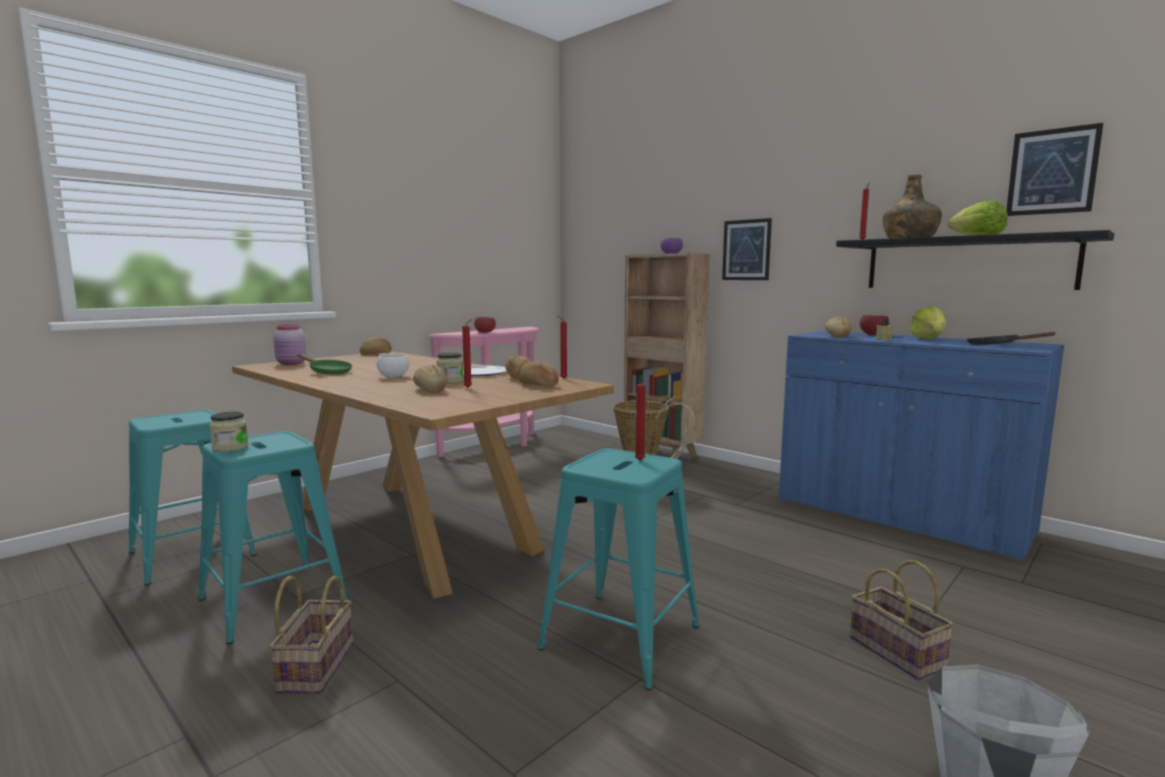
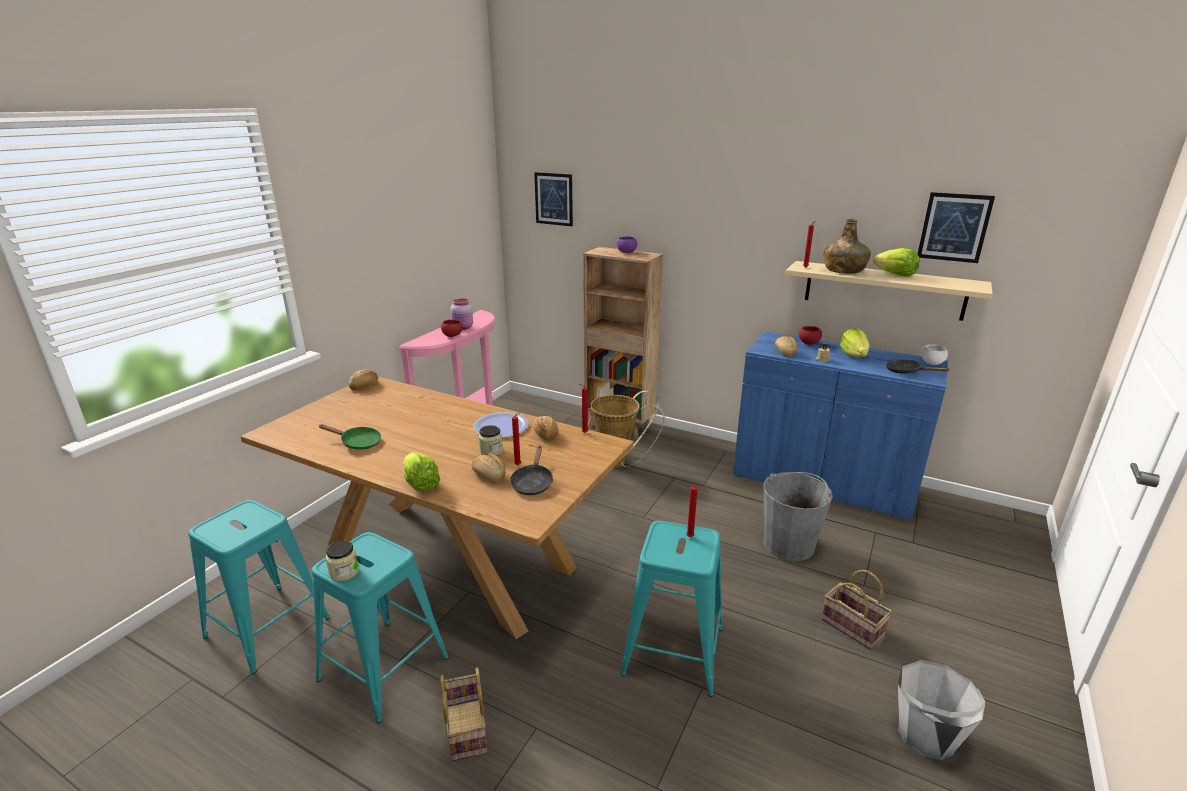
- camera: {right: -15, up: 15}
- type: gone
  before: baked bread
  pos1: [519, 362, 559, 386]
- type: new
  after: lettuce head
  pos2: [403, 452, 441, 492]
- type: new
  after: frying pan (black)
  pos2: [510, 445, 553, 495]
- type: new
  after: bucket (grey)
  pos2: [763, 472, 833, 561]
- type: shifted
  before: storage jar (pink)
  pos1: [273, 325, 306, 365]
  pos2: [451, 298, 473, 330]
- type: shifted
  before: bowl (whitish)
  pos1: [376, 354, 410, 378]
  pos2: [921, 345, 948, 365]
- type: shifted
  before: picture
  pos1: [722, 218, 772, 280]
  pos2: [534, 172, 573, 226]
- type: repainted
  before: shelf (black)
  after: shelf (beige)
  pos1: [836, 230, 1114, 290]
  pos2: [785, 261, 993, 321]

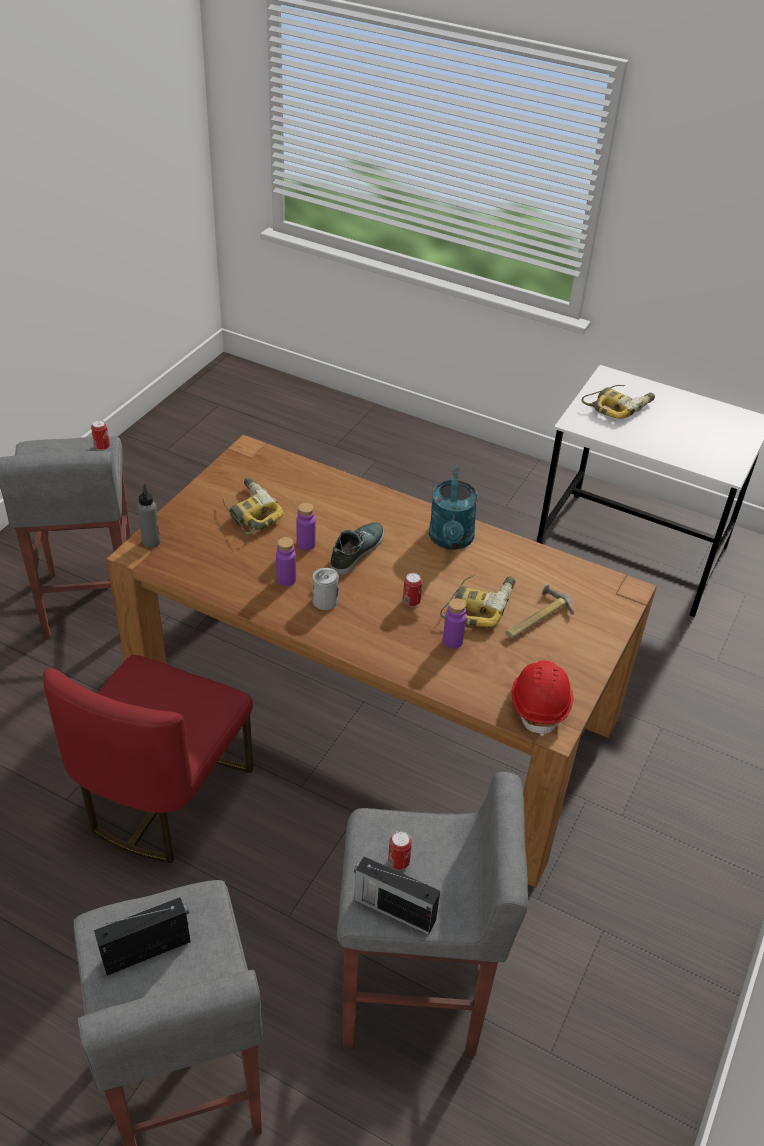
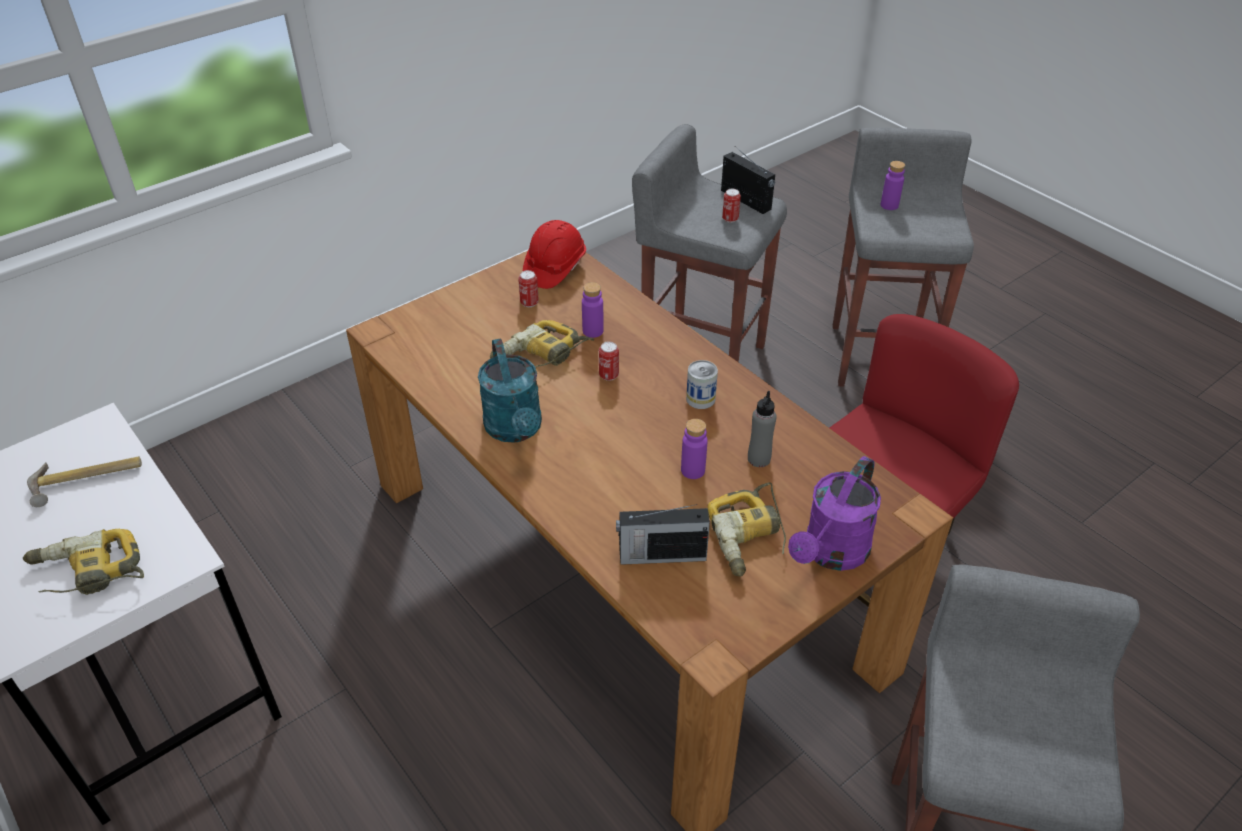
- camera: {right: -155, up: 0}
- type: gone
  before: low shoe
  pos1: [330, 522, 384, 575]
- type: new
  after: watering pot (purple)
  pos2: [788, 456, 881, 571]
- type: shifted
  before: can
  pos1: [91, 420, 110, 451]
  pos2: [518, 270, 539, 307]
- type: shifted
  before: radio
  pos1: [94, 897, 191, 976]
  pos2: [616, 504, 710, 565]
- type: shifted
  before: drink bottle (grey)
  pos1: [137, 484, 161, 548]
  pos2: [748, 391, 777, 467]
- type: shifted
  before: drink bottle (purple)
  pos1: [276, 537, 296, 586]
  pos2: [881, 161, 905, 210]
- type: shifted
  before: hammer
  pos1: [506, 583, 574, 638]
  pos2: [27, 456, 142, 507]
- type: rotated
  before: watering pot (blue-green)
  pos1: [429, 467, 478, 550]
  pos2: [478, 338, 542, 443]
  turn: 135

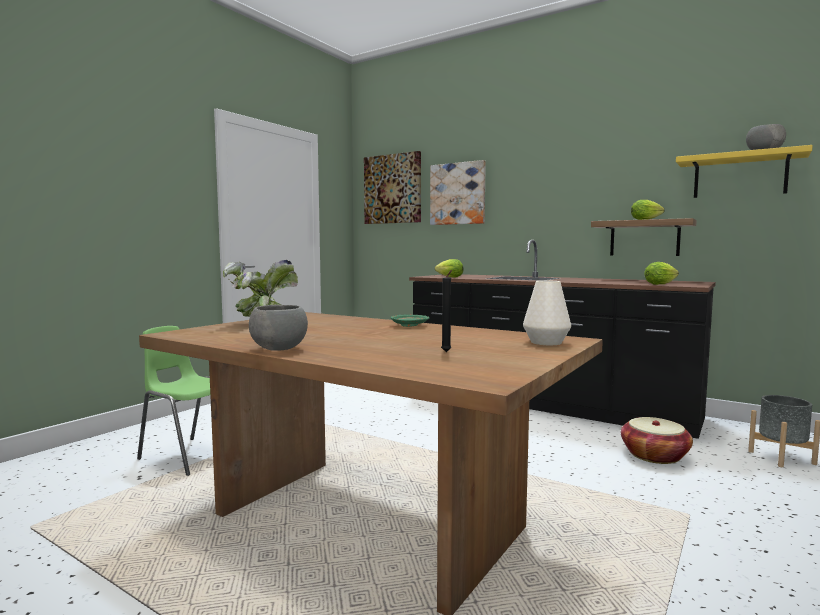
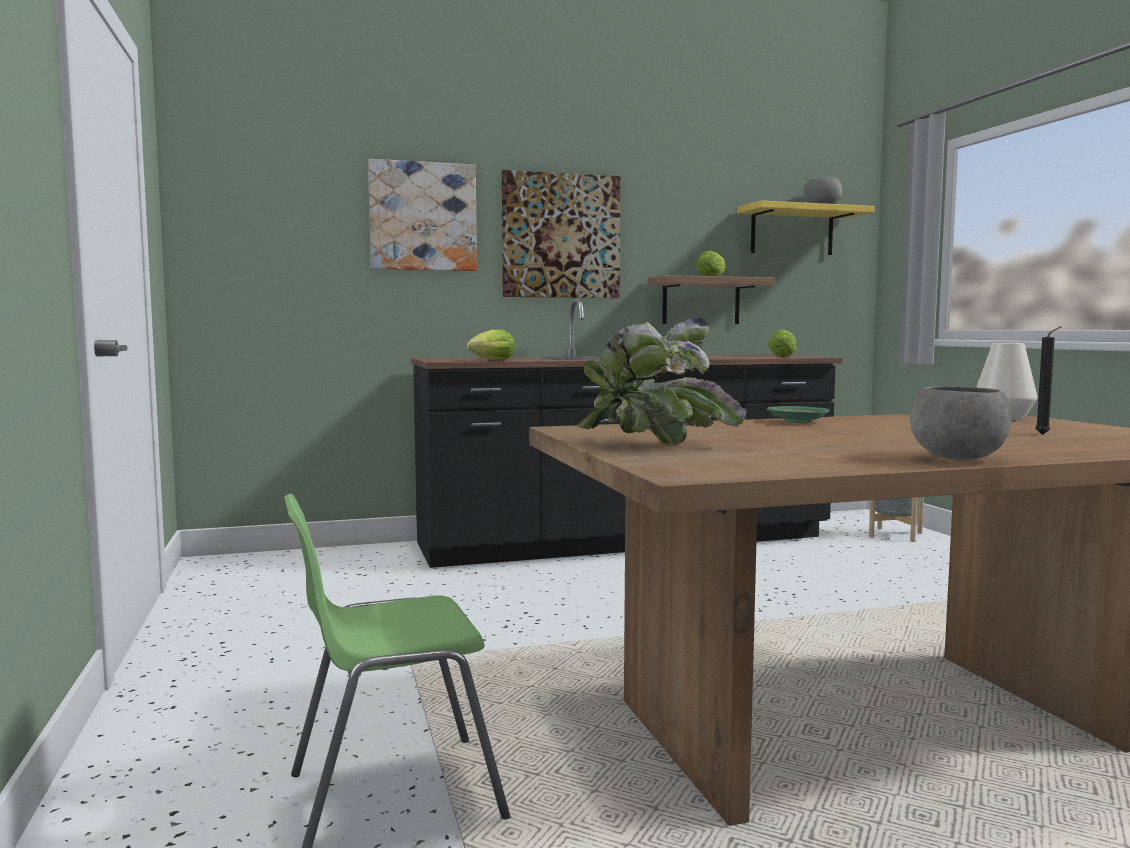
- camera: {right: -50, up: 0}
- type: gone
  before: basket
  pos1: [621, 417, 693, 464]
- type: shifted
  before: picture
  pos1: [364, 151, 421, 224]
  pos2: [502, 170, 620, 298]

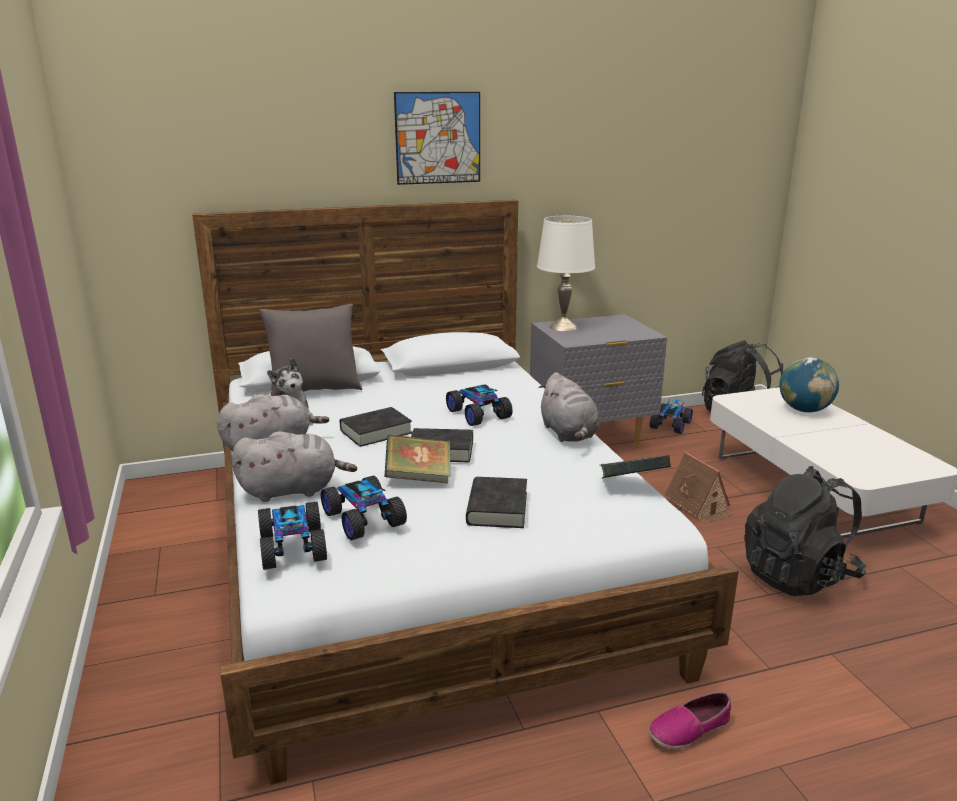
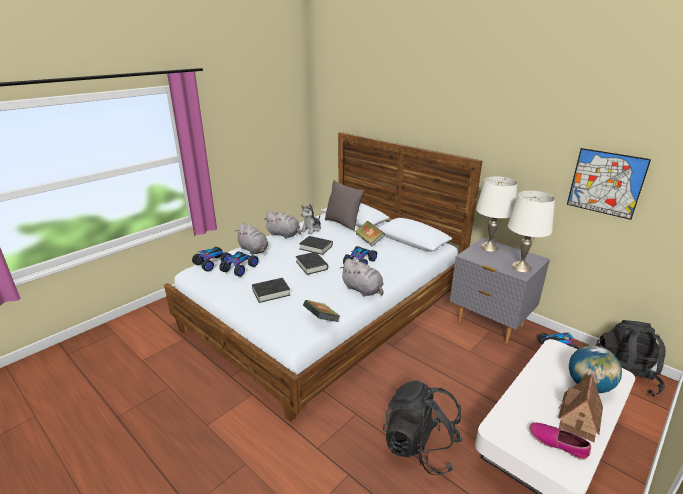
- camera: {right: 60, up: 5}
- type: new
  after: tabletop lamp (whitish)
  pos2: [508, 191, 555, 272]
- type: shifted
  before: volume
  pos1: [385, 435, 451, 483]
  pos2: [355, 221, 385, 246]
- type: shifted
  before: picture
  pos1: [394, 92, 480, 185]
  pos2: [567, 148, 651, 220]
- type: shifted
  before: low shoe
  pos1: [649, 692, 731, 749]
  pos2: [529, 422, 591, 460]
- type: shifted
  before: model house
  pos1: [665, 452, 734, 524]
  pos2: [558, 373, 603, 442]
- type: rotated
  before: soft toy (grey)
  pos1: [538, 372, 599, 442]
  pos2: [340, 258, 383, 297]
  turn: -90

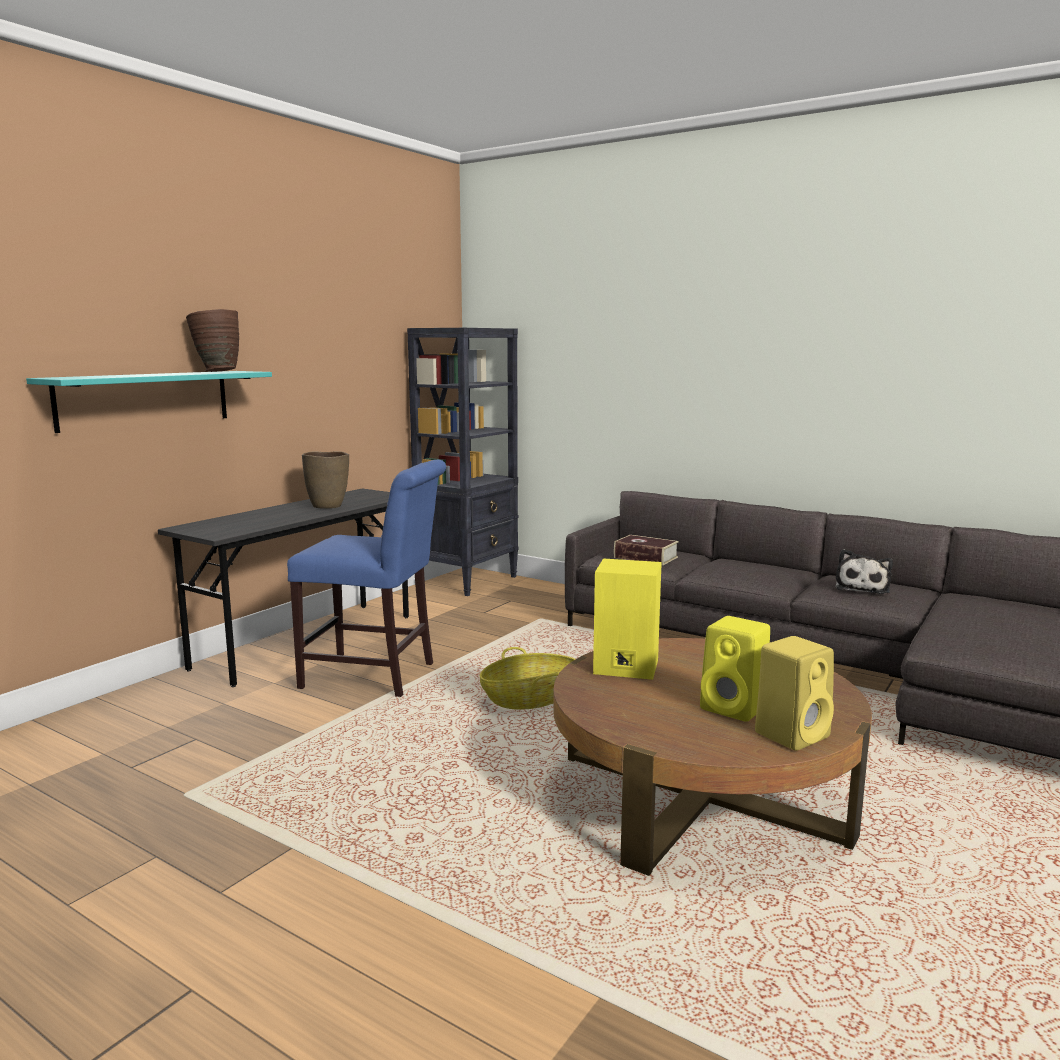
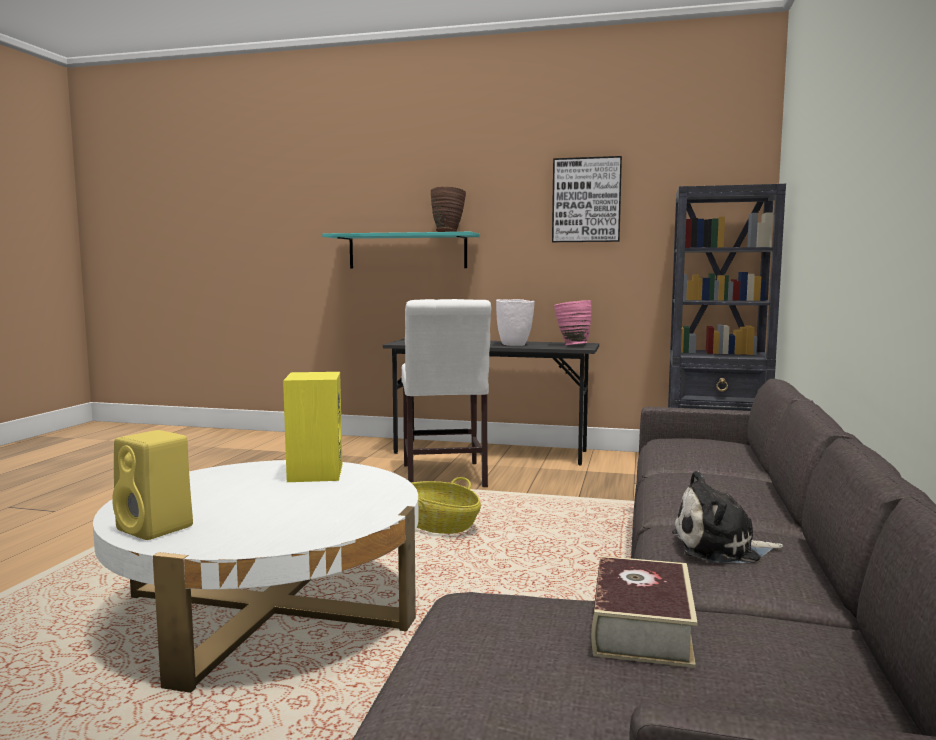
- camera: {right: 70, up: -5}
- type: gone
  before: loudspeaker (yellowish)
  pos1: [700, 616, 770, 722]
- type: new
  after: picture
  pos2: [552, 156, 622, 242]
- type: new
  after: flower vase (pink)
  pos2: [554, 300, 591, 345]
- type: shifted
  before: volume
  pos1: [614, 535, 679, 565]
  pos2: [591, 556, 698, 668]
- type: repainted
  before: upright chair (blue)
  after: upright chair (whitish)
  pos1: [287, 460, 446, 697]
  pos2: [401, 299, 491, 487]
- type: repainted
  before: flower vase (brown)
  after: flower vase (whitish)
  pos1: [302, 451, 349, 509]
  pos2: [496, 299, 535, 346]
- type: repainted
  before: low table (brown)
  after: low table (whitish)
  pos1: [553, 638, 872, 876]
  pos2: [93, 460, 419, 693]

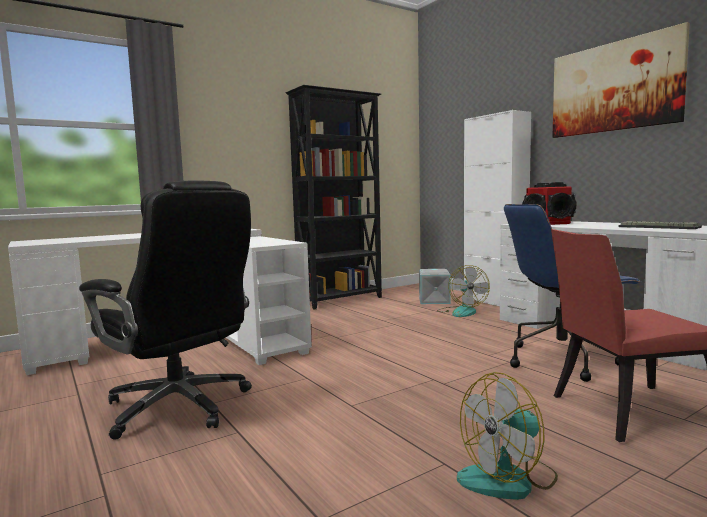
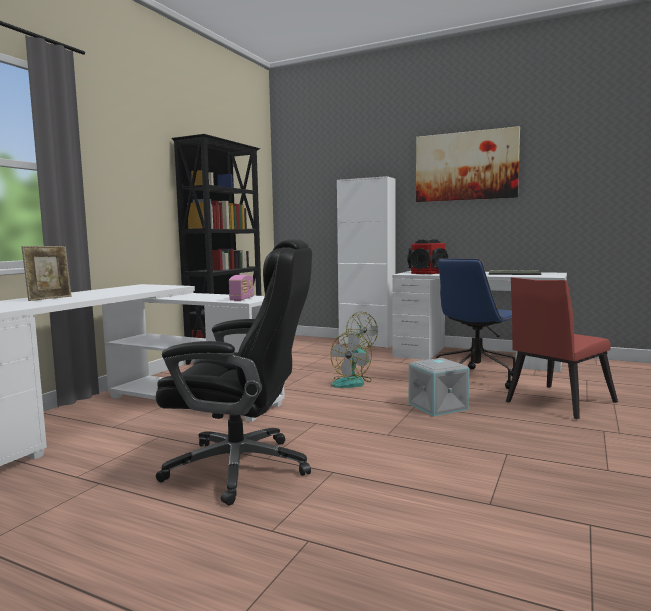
- camera: {right: -30, up: 0}
- type: new
  after: standing frame
  pos2: [22, 246, 72, 301]
- type: new
  after: radio
  pos2: [229, 275, 254, 301]
- type: shifted
  before: storage box (grey)
  pos1: [419, 269, 450, 304]
  pos2: [409, 358, 469, 416]
- type: shifted
  before: electric fan
  pos1: [457, 372, 558, 500]
  pos2: [330, 331, 372, 388]

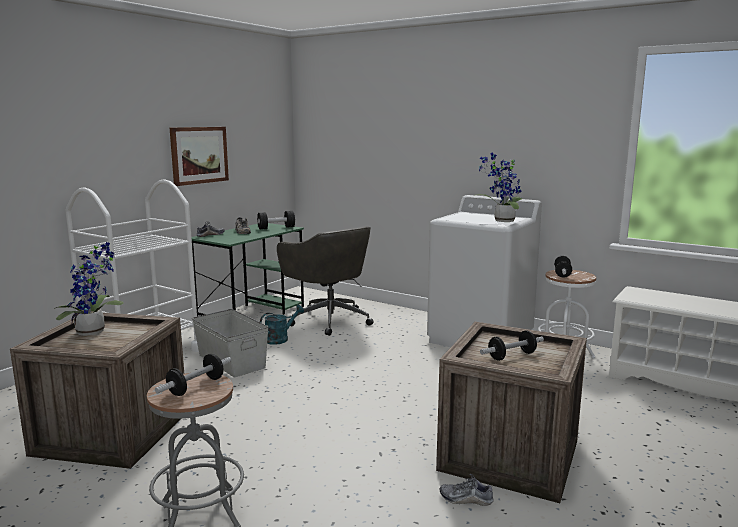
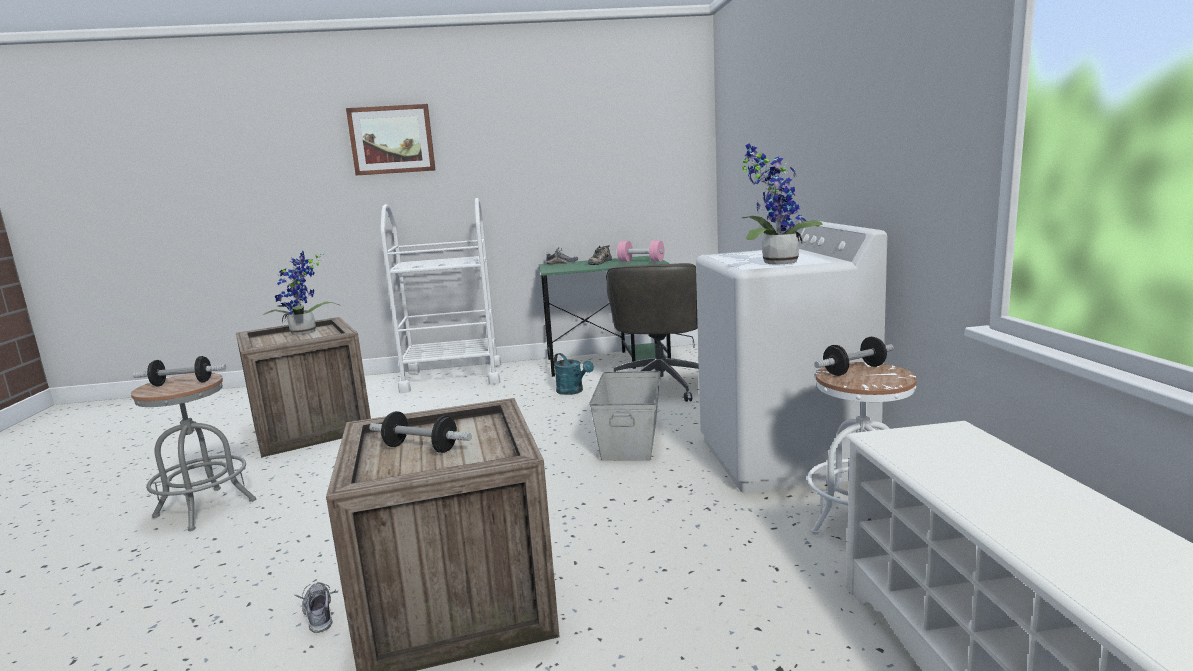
- camera: {right: 50, up: 0}
- type: shifted
  before: picture
  pos1: [170, 127, 229, 186]
  pos2: [346, 104, 436, 176]
- type: shifted
  before: storage box (grey)
  pos1: [192, 309, 269, 377]
  pos2: [589, 371, 661, 460]
- type: repainted
  before: hand weight (black)
  after: hand weight (pink)
  pos1: [257, 211, 295, 229]
  pos2: [617, 241, 664, 262]
- type: rotated
  before: watering pot (blue-green)
  pos1: [260, 305, 304, 345]
  pos2: [554, 353, 594, 395]
  turn: 45

